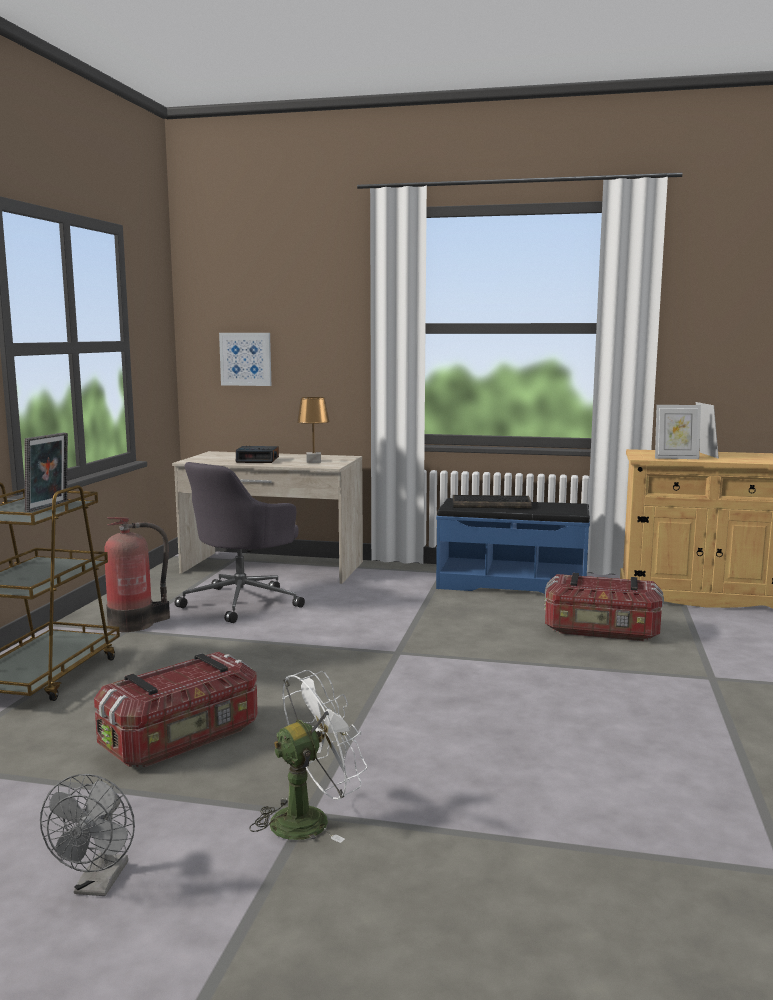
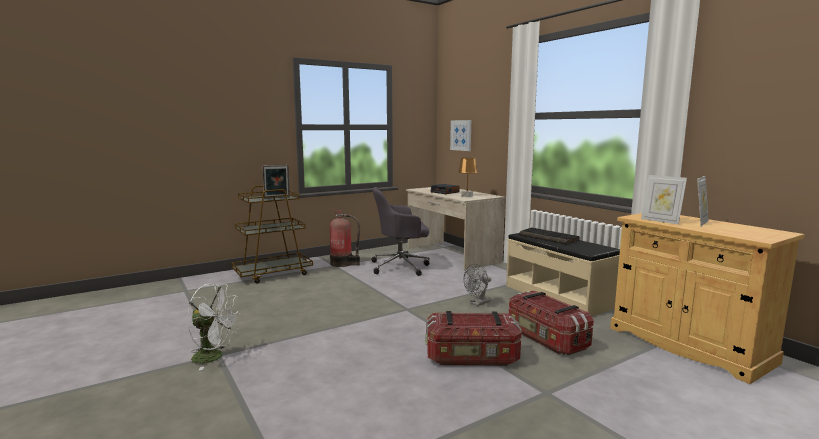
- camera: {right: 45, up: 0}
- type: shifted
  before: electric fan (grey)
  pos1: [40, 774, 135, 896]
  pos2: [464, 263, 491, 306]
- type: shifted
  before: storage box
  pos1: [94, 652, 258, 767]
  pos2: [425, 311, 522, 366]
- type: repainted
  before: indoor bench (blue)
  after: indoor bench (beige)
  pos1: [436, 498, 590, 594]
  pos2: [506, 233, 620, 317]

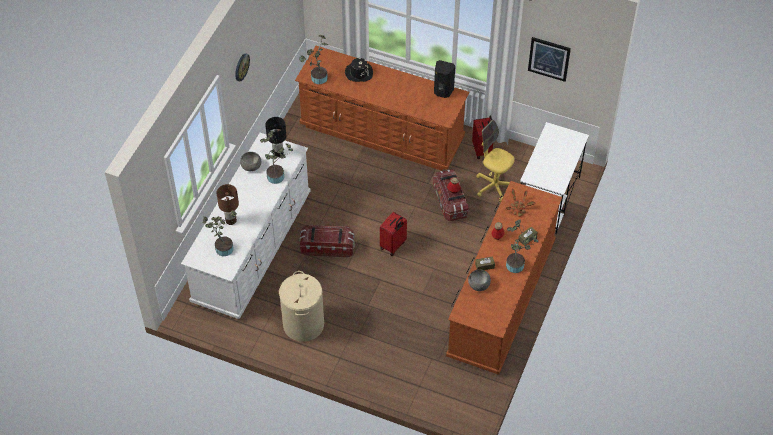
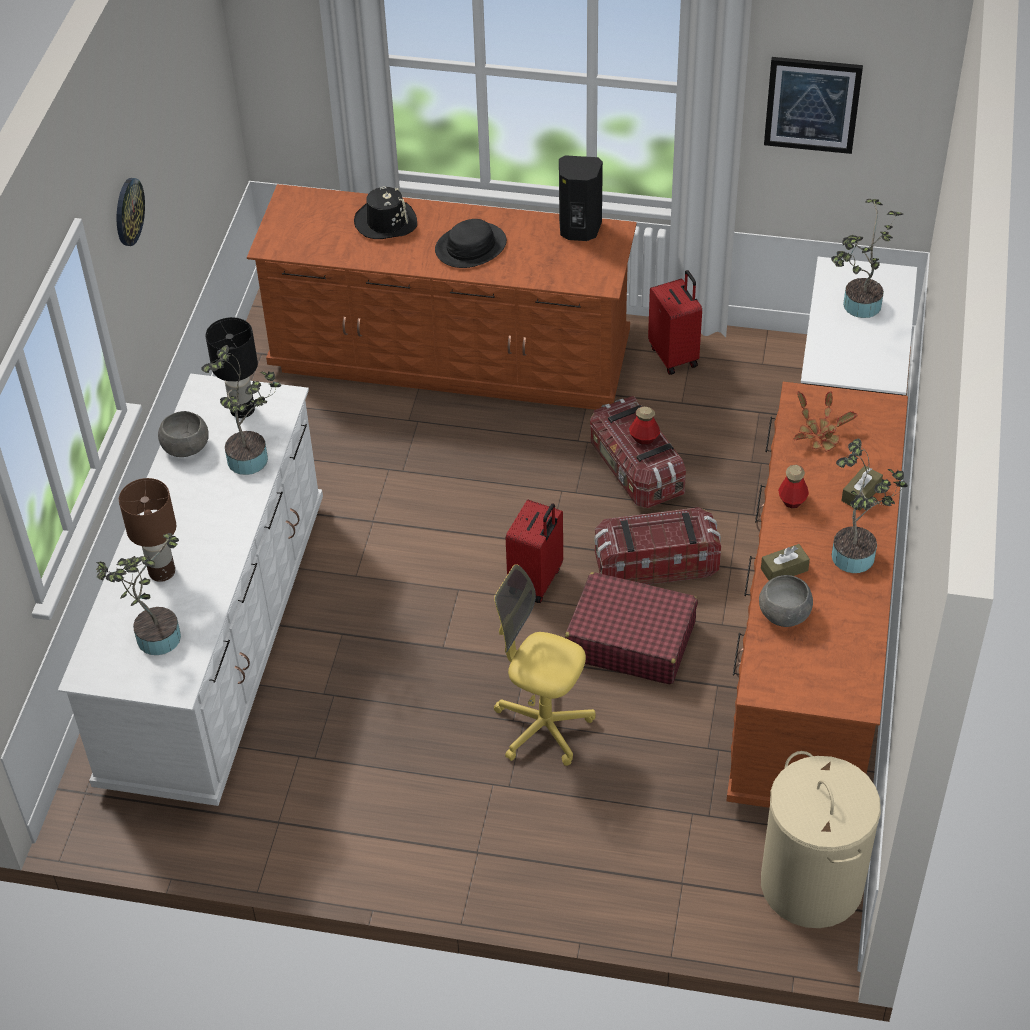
- camera: {right: -10, up: -5}
- type: new
  after: clothing hat (black)
  pos2: [435, 219, 507, 268]
- type: new
  after: suitcase (reddish)
  pos2: [565, 572, 698, 684]
- type: shifted
  before: washing basket (beige)
  pos1: [279, 271, 324, 342]
  pos2: [761, 751, 881, 928]
- type: shifted
  before: potted plant
  pos1: [299, 35, 328, 84]
  pos2: [831, 199, 904, 318]
- type: shifted
  before: storage box
  pos1: [299, 225, 355, 257]
  pos2: [594, 507, 721, 585]
- type: shifted
  before: office chair (yellowish)
  pos1: [476, 120, 515, 202]
  pos2: [494, 564, 596, 766]

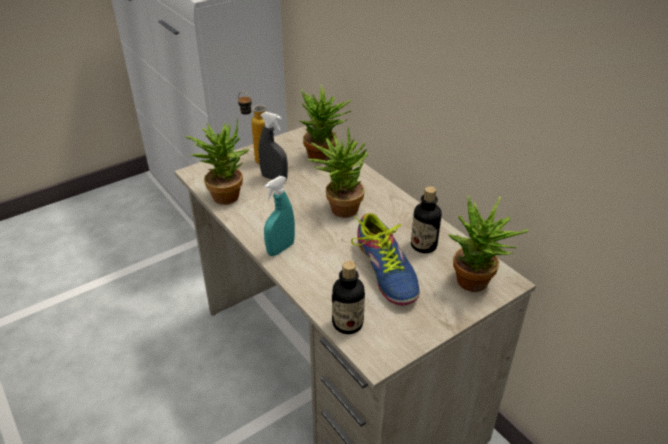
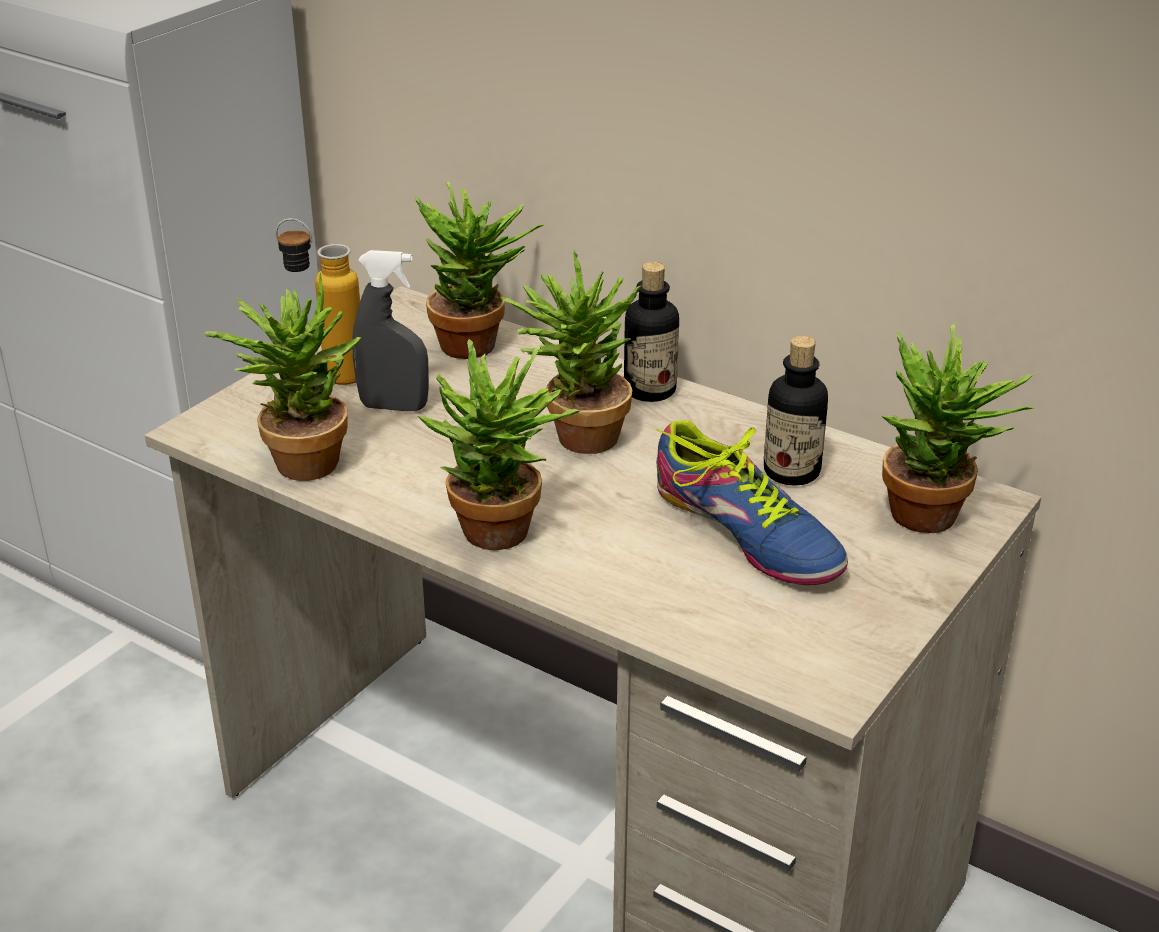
- camera: {right: -20, up: -5}
- type: shifted
  before: drink bottle
  pos1: [332, 261, 365, 334]
  pos2: [624, 262, 679, 402]
- type: swapped
  before: spray bottle (blue-green)
  after: potted plant
  pos1: [264, 176, 295, 256]
  pos2: [418, 339, 580, 550]

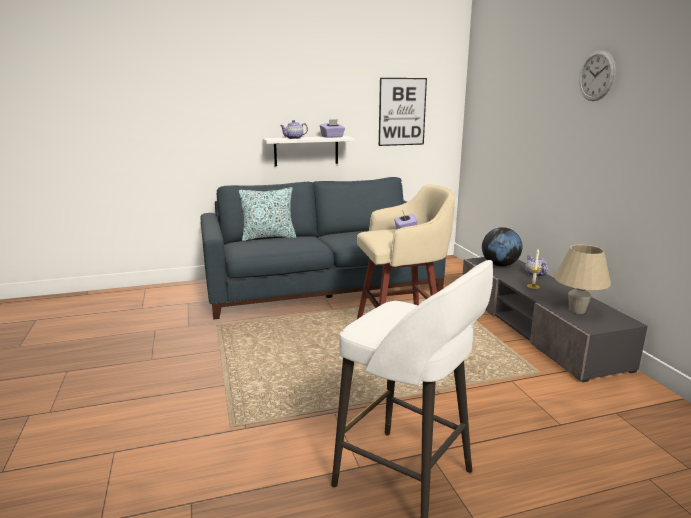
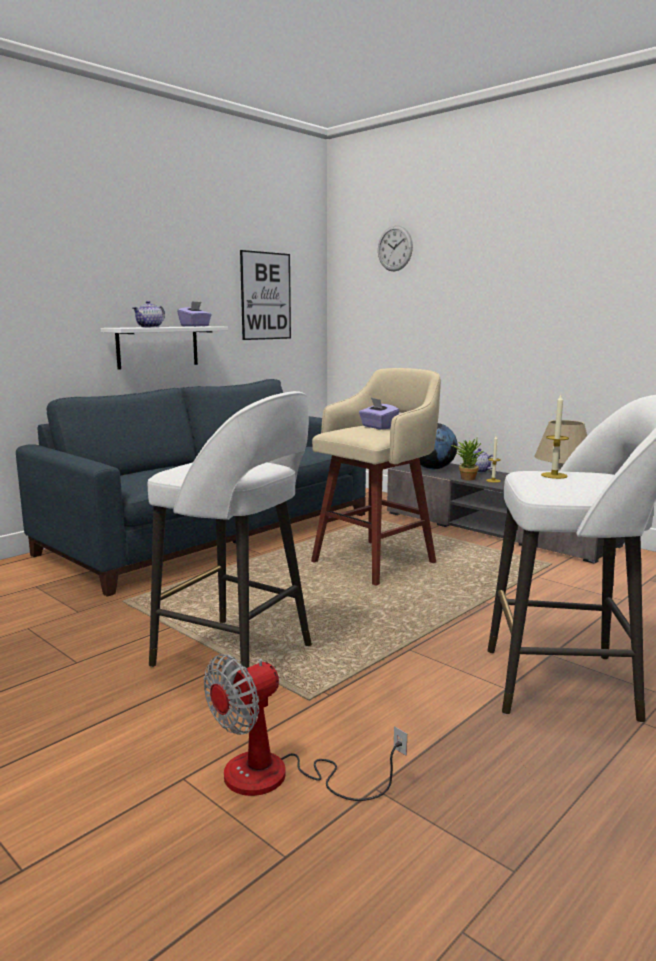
- camera: {right: -30, up: -5}
- type: gone
  before: cushion
  pos1: [239, 187, 296, 241]
- type: new
  after: stool seat (whitish)
  pos2: [148, 391, 312, 668]
- type: new
  after: electric fan
  pos2: [204, 654, 407, 801]
- type: new
  after: potted plant
  pos2: [451, 439, 483, 481]
- type: new
  after: wax light
  pos2: [541, 395, 569, 479]
- type: shifted
  before: clock on the wall
  pos1: [579, 50, 615, 101]
  pos2: [378, 225, 413, 272]

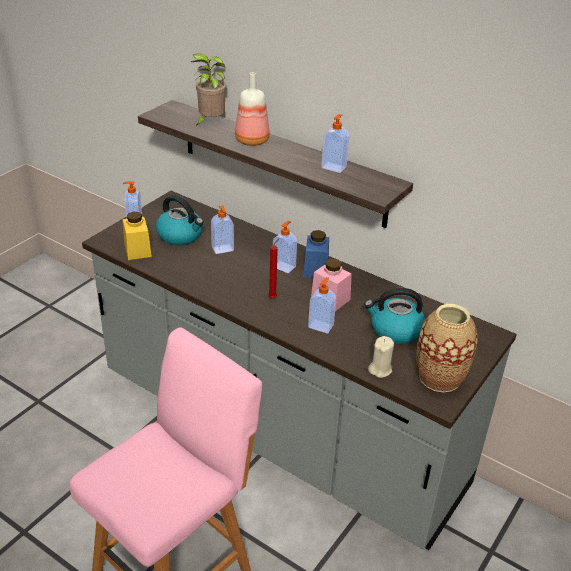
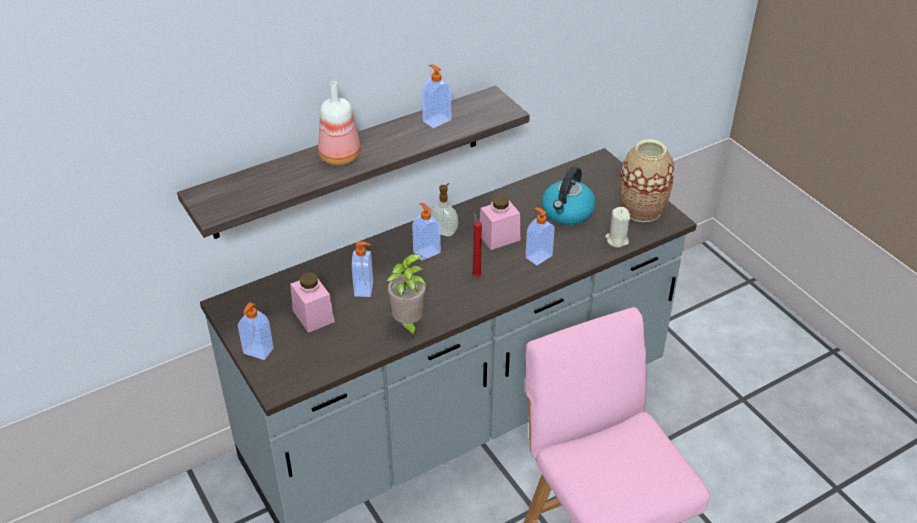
- camera: {right: -65, up: 5}
- type: gone
  before: storage jar (yellowish)
  pos1: [123, 212, 152, 260]
- type: shifted
  before: potted plant
  pos1: [191, 53, 226, 126]
  pos2: [386, 254, 427, 338]
- type: swapped
  before: kettle
  after: storage jar (pink)
  pos1: [156, 195, 203, 245]
  pos2: [291, 272, 334, 333]
- type: swapped
  before: storage jar (blue)
  after: soap bottle
  pos1: [303, 230, 329, 278]
  pos2: [430, 183, 458, 236]

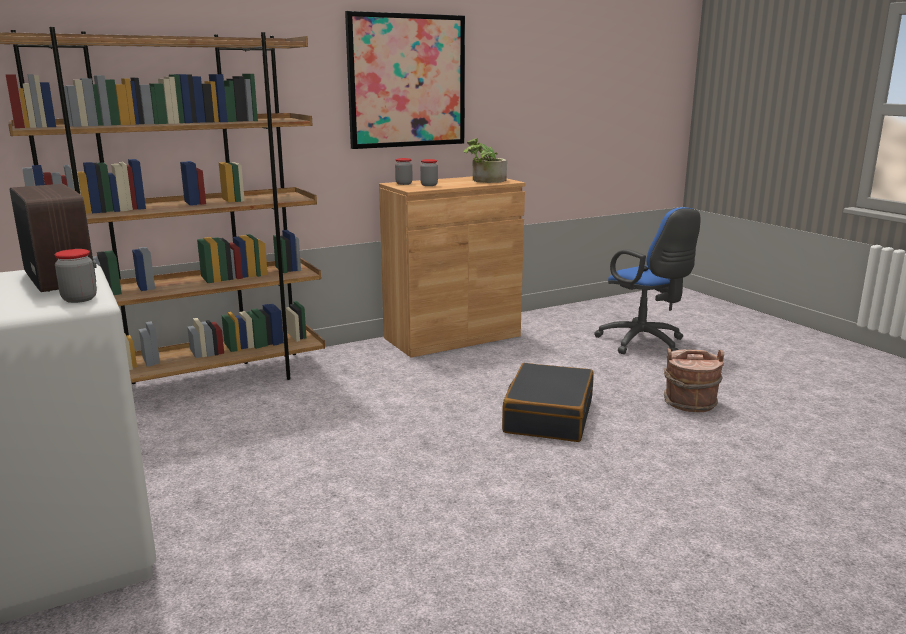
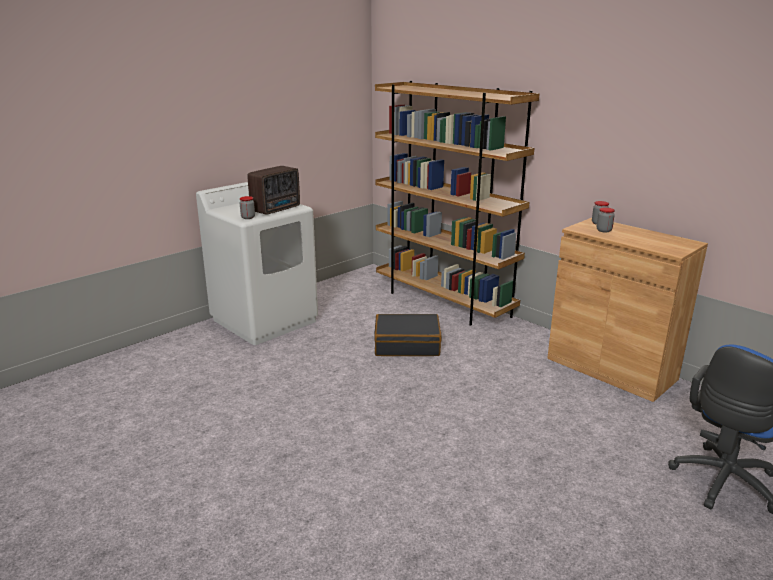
- camera: {right: 75, up: 5}
- type: gone
  before: picture
  pos1: [345, 11, 465, 149]
- type: gone
  before: potted plant
  pos1: [463, 138, 507, 183]
- type: gone
  before: bucket (brown)
  pos1: [664, 348, 724, 412]
- type: shifted
  before: suitcase (black)
  pos1: [502, 363, 593, 442]
  pos2: [374, 314, 442, 356]

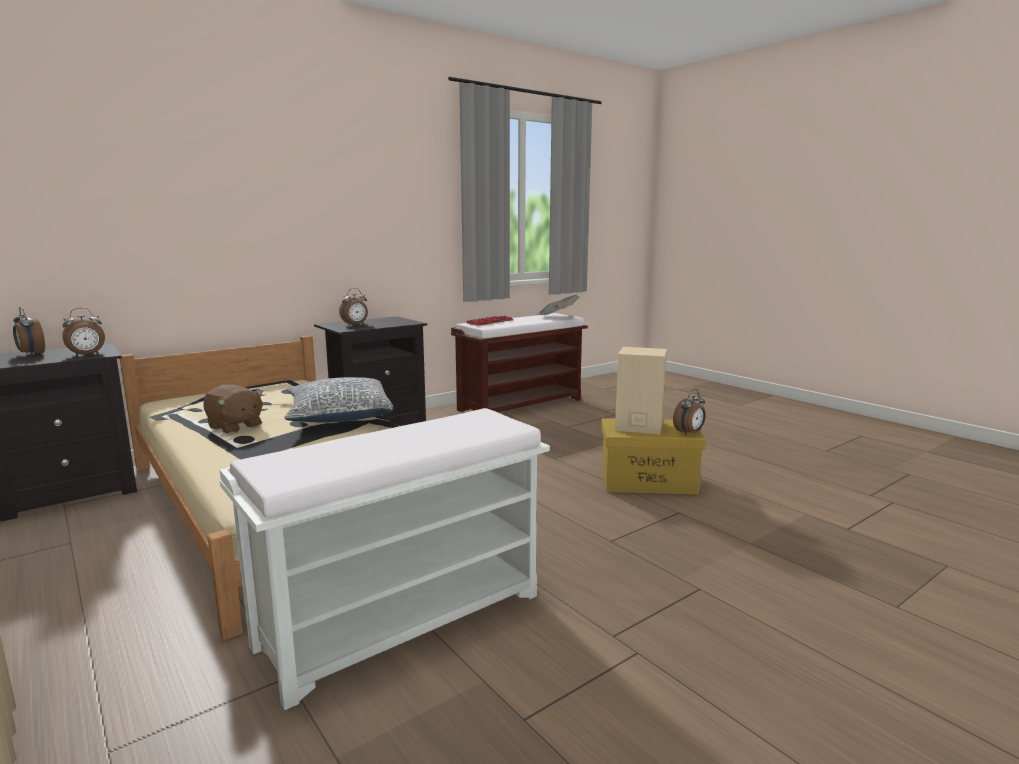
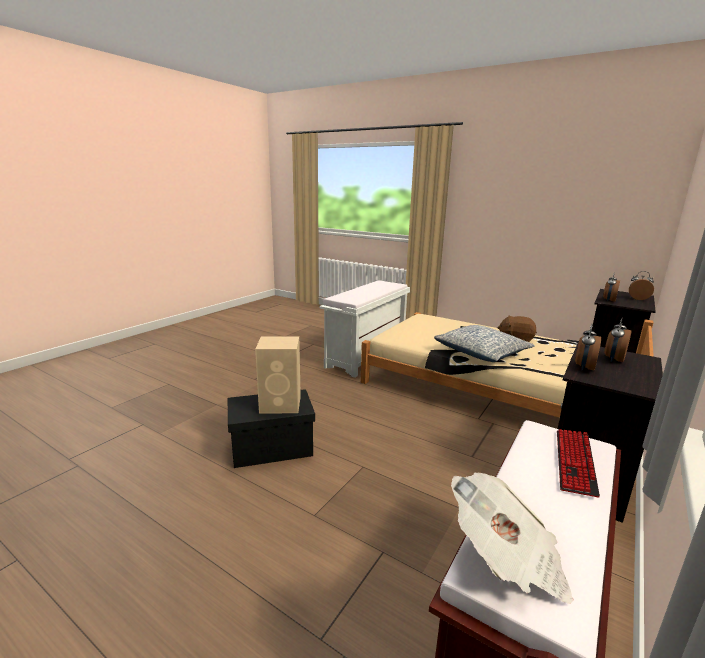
- camera: {right: 160, up: 5}
- type: shifted
  before: bedside clock
  pos1: [673, 389, 705, 435]
  pos2: [575, 323, 602, 371]
- type: repainted
  before: storage box (yellowish)
  after: storage box (black)
  pos1: [601, 418, 706, 494]
  pos2: [228, 389, 315, 468]

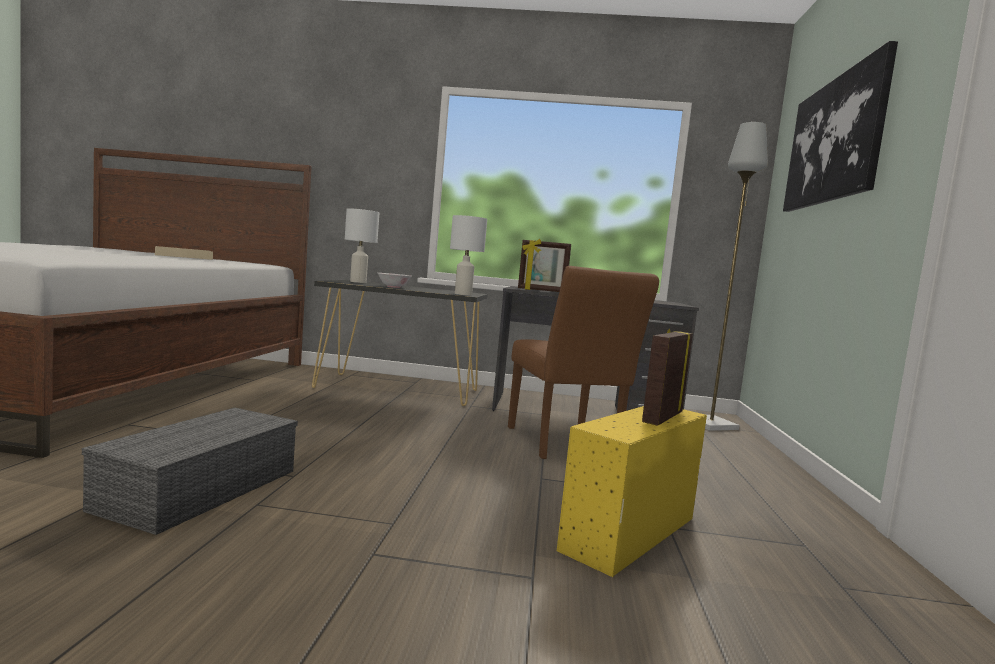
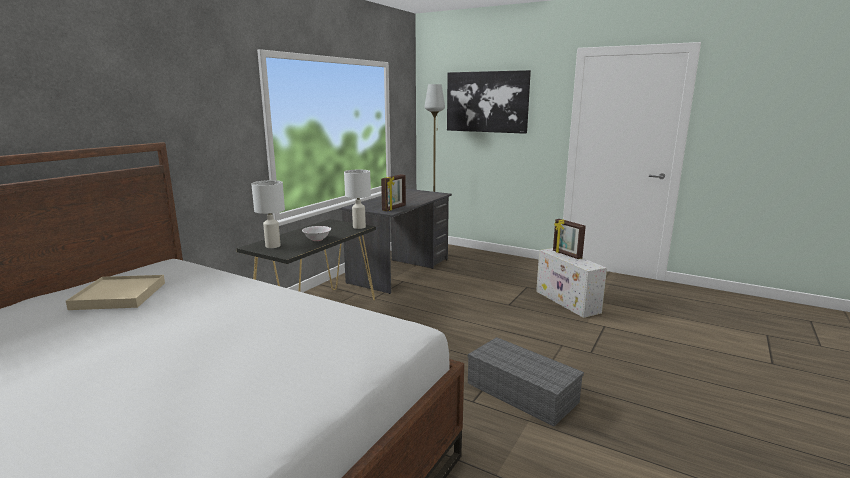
- camera: {right: -65, up: 10}
- type: gone
  before: upright chair (brown)
  pos1: [508, 266, 659, 459]
- type: repainted
  before: storage box (yellowish)
  after: storage box (whitish)
  pos1: [557, 406, 707, 577]
  pos2: [536, 248, 607, 318]

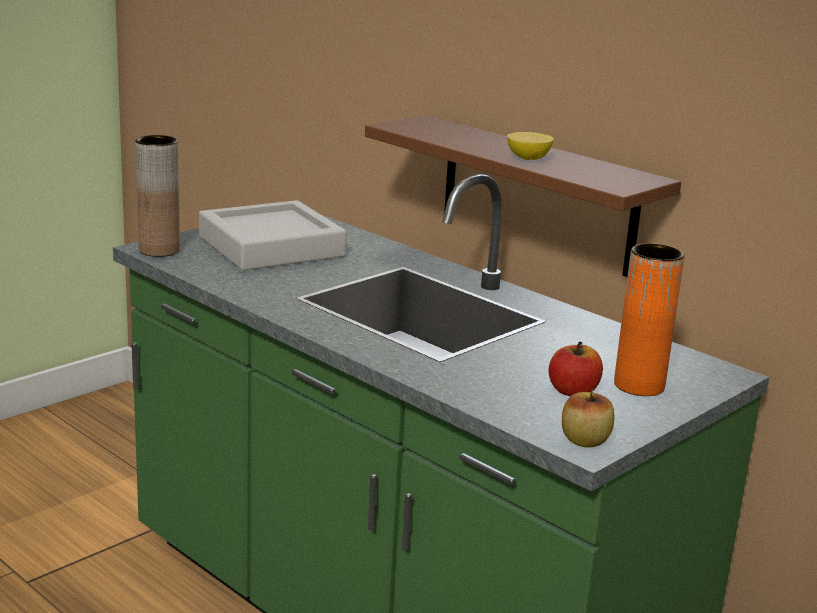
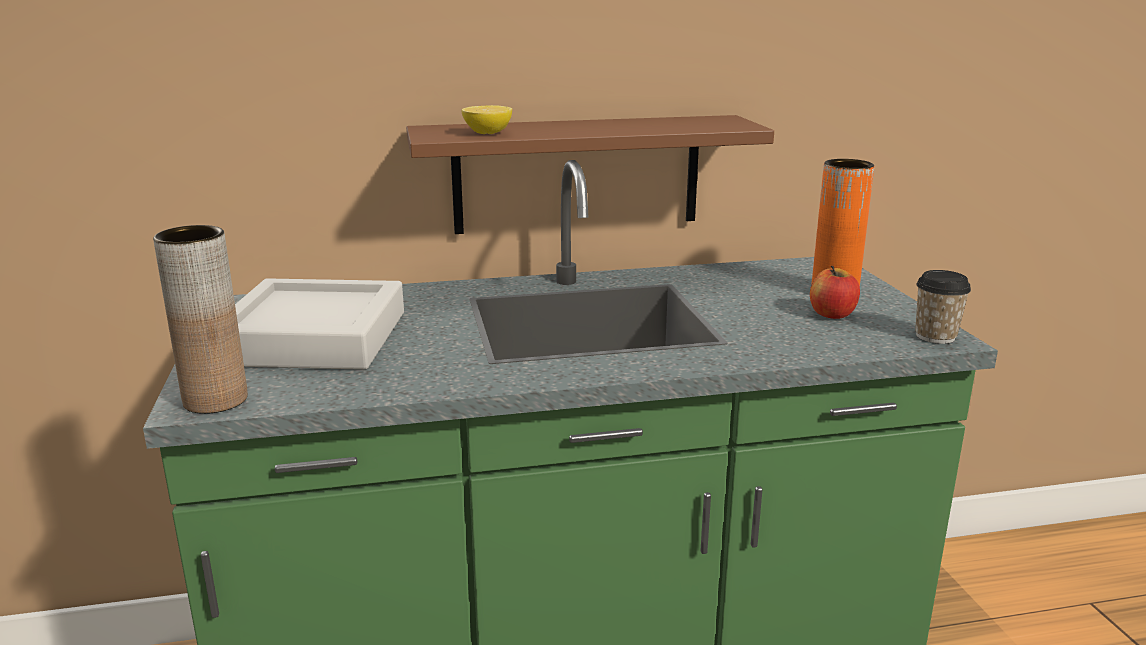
- camera: {right: -55, up: 0}
- type: shifted
  before: lemon
  pos1: [507, 132, 554, 160]
  pos2: [462, 105, 512, 134]
- type: swapped
  before: apple fruit
  after: drinking cup
  pos1: [562, 389, 615, 447]
  pos2: [915, 270, 971, 344]

